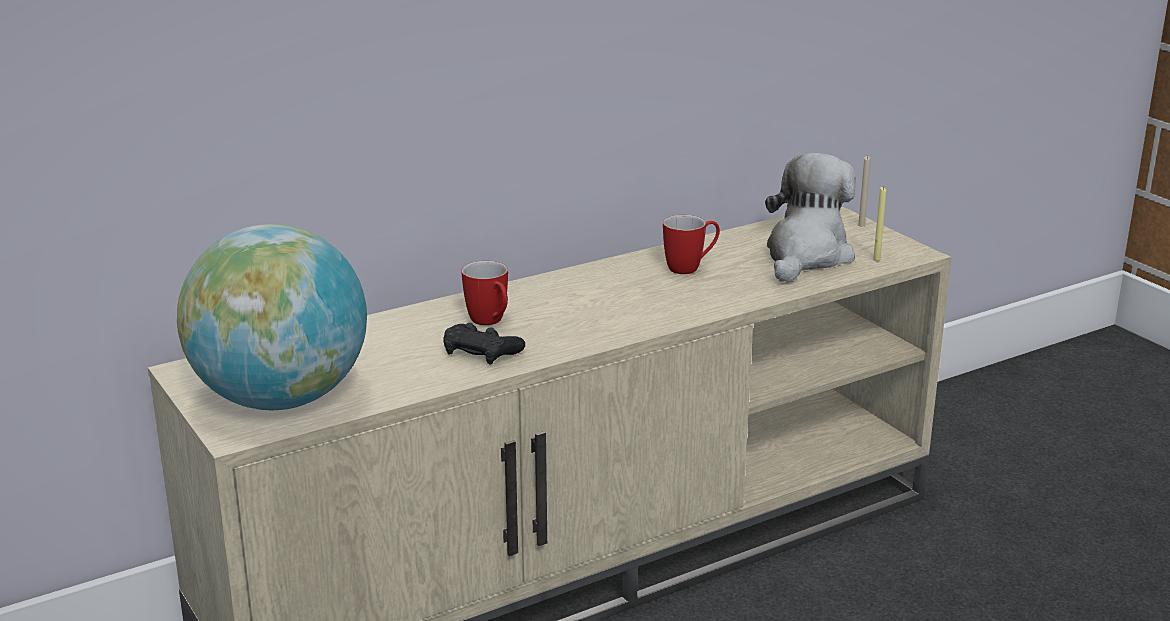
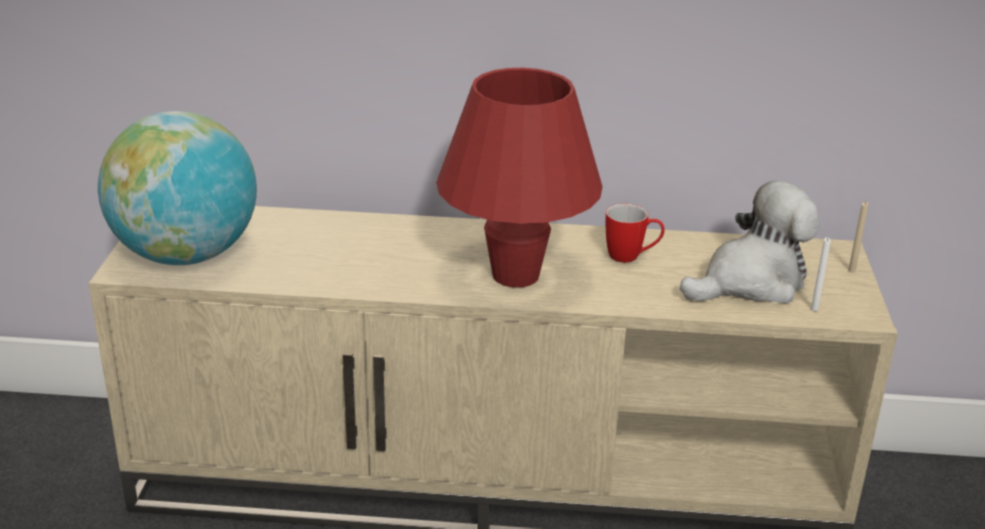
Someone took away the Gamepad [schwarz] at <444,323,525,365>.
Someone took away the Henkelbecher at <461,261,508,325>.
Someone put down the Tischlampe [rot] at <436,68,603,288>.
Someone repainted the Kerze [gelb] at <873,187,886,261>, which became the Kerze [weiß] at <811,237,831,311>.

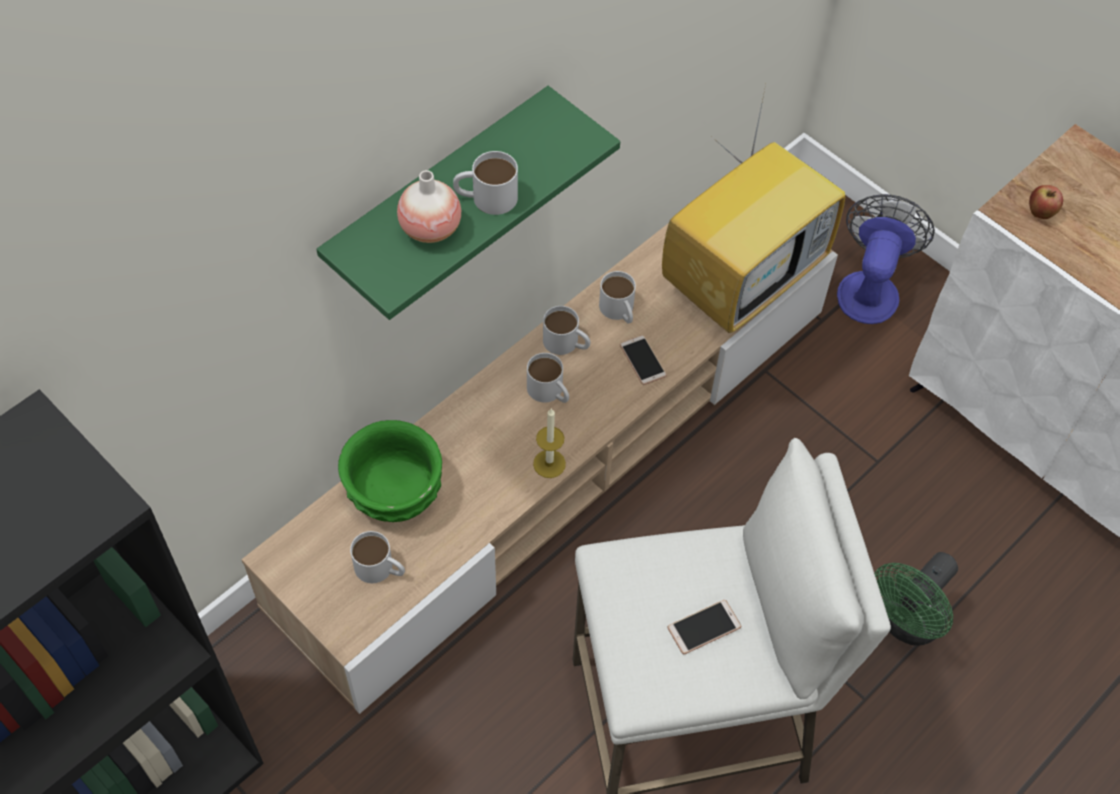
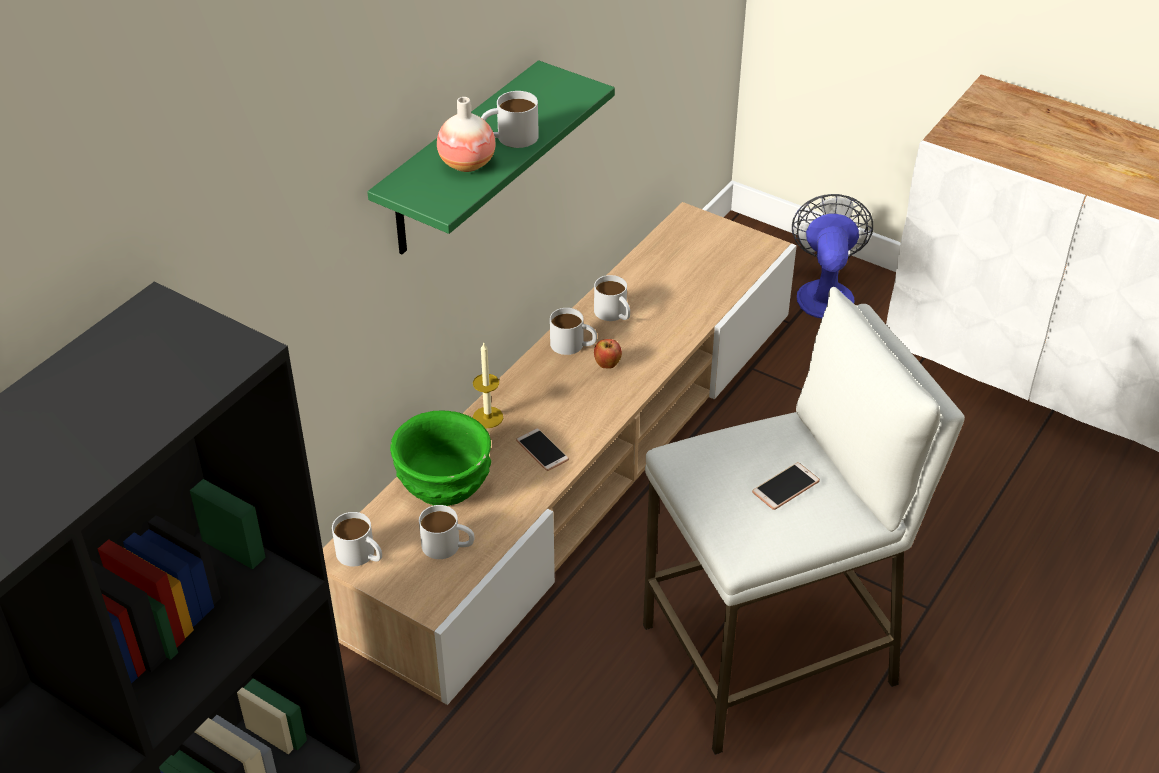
Someone took away the Fernseher at <662,85,845,333>.
Someone took away the Ventilator [grün] at <874,552,958,646>.
Someone carried the Henkelbecher [weiß] from <527,353,569,403> to <332,512,382,567>.
Someone carried the Kerze from <533,408,566,478> to <473,343,503,428>.
Someone carried the Handy from <620,335,667,385> to <516,428,569,471>.
Someone carried the Apfel from <1029,185,1063,219> to <594,339,622,369>.

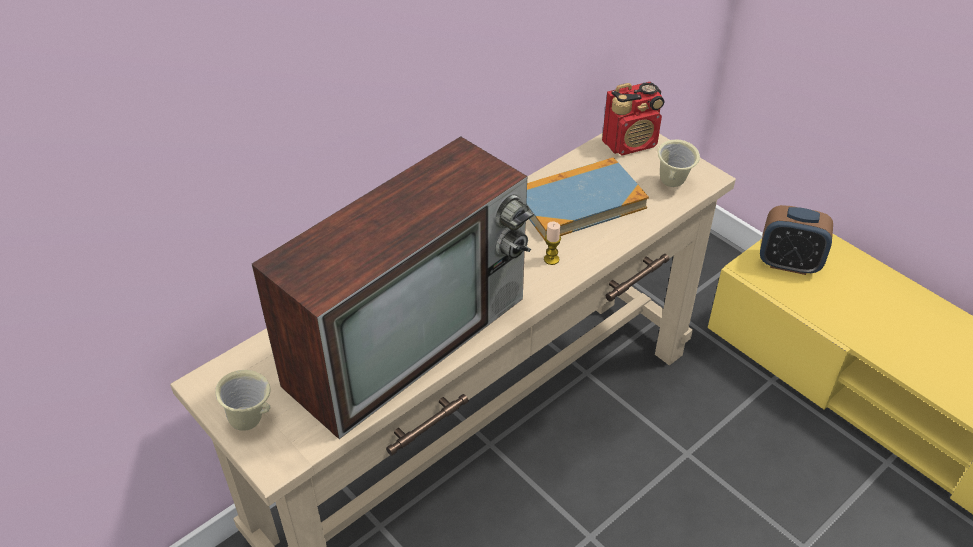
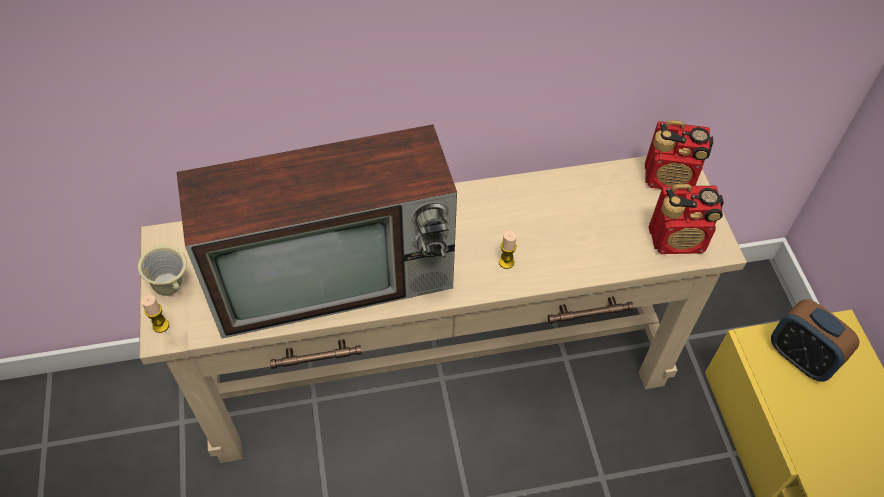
Someone took away the Buch at <526,157,649,241>.
Someone put down the Kerze at <141,295,169,333>.
Someone swapped the Henkelbecher [beige] at <658,139,700,187> for the Radio at <649,184,724,254>.

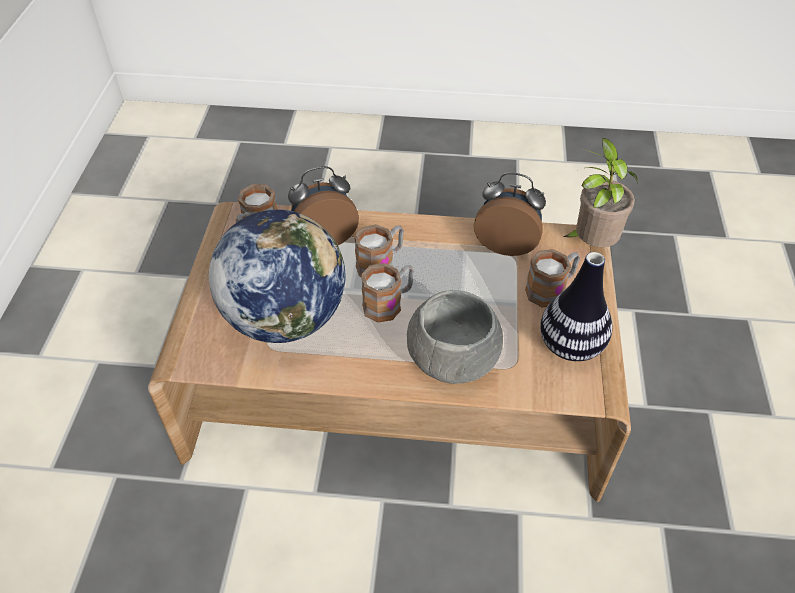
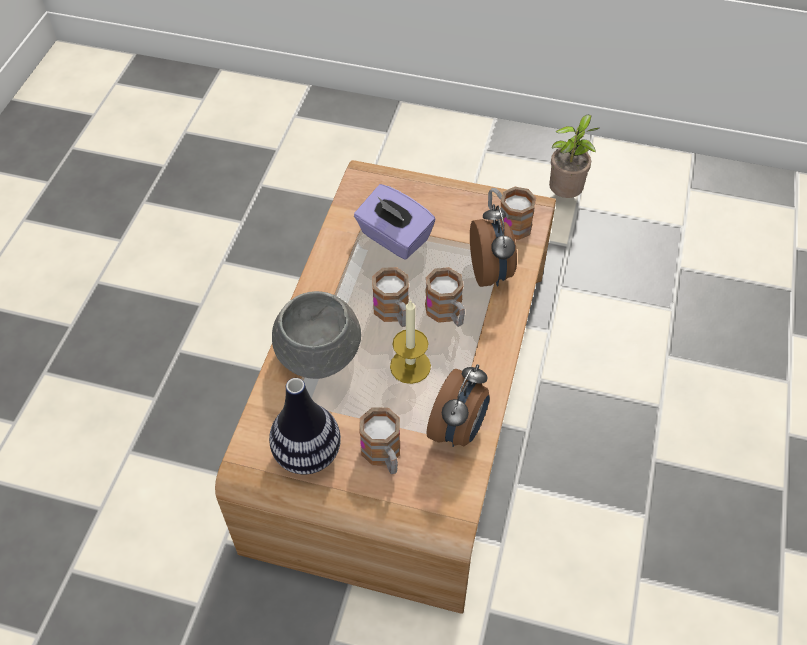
Someone put down the Kerze at <390,299,431,384>.
Someone carried the Topfpflanze from <563,137,638,247> to <549,115,599,198>.
Someone swapped the Globus at <209,210,346,343> for the Taschentuchbox [lila] at <354,184,435,260>.

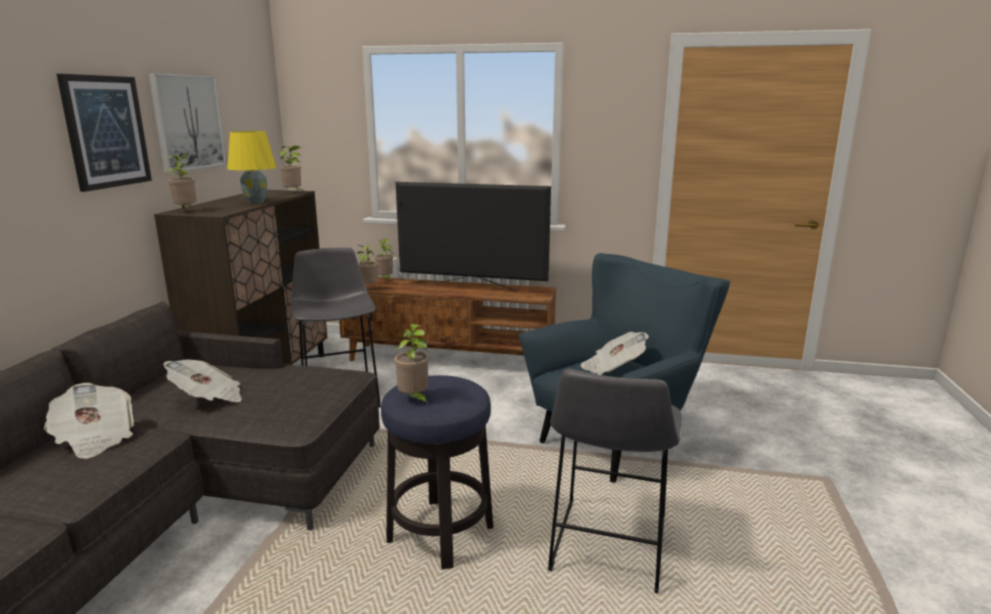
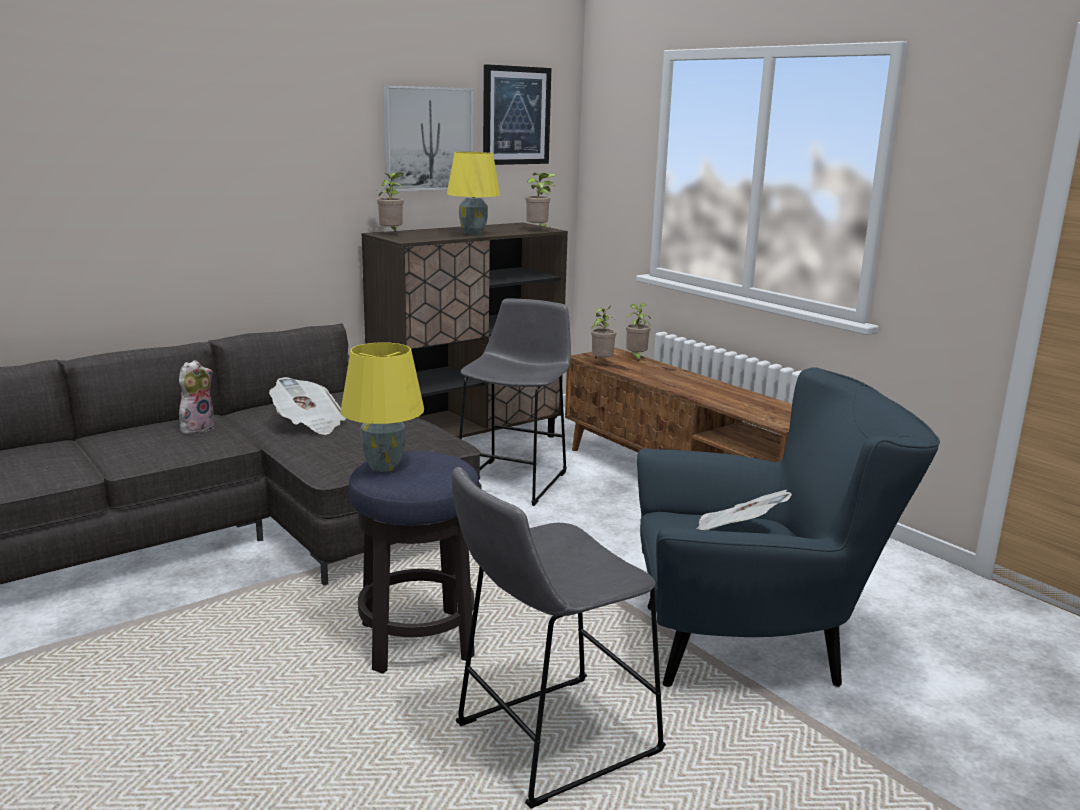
Someone took away the Fernseher at <396,182,551,291>.
Someone carried the Bild from <57,74,152,192> to <483,64,551,165>.
Someone swapped the Zeitung at <44,383,134,459> for the Plüschtier at <179,360,214,434>.
Someone swapped the Topfpflanze at <394,324,429,406> for the Tischlampe [gelb] at <340,342,424,472>.

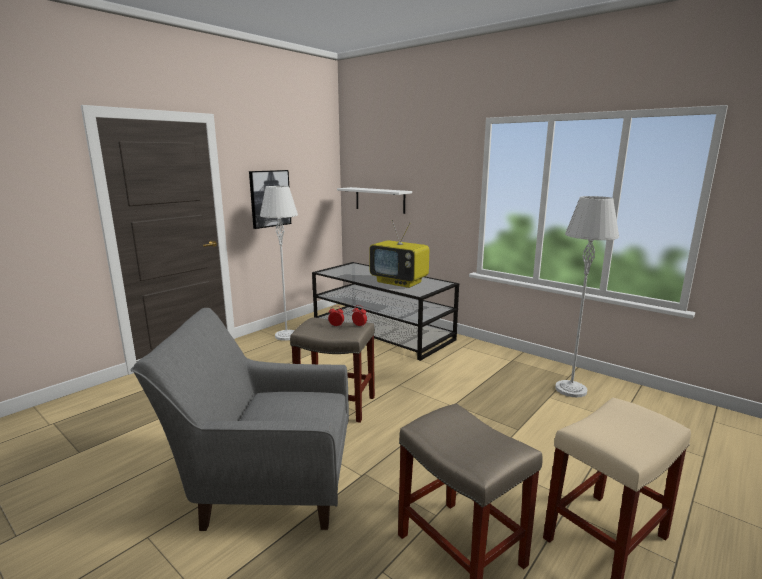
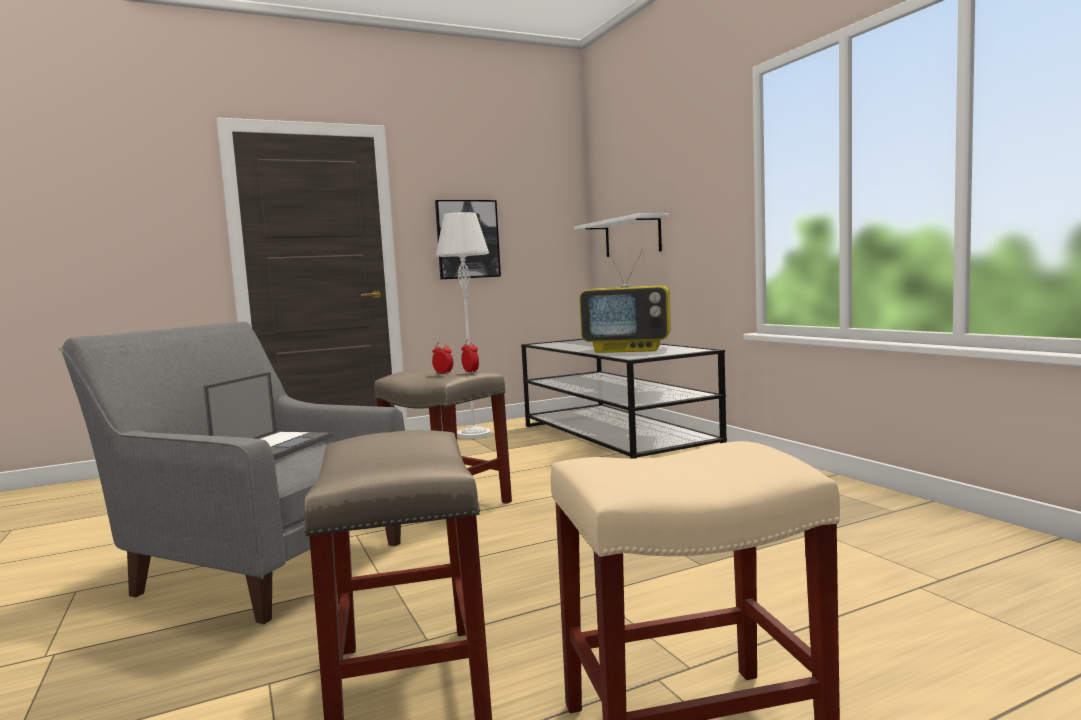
Someone took away the Stehlampe [grau] at <555,196,619,397>.
Someone put down the Laptop at <203,372,334,460>.
Someone rotated the Fernseher at <369,220,429,288> by 45 degrees counterclockwise.

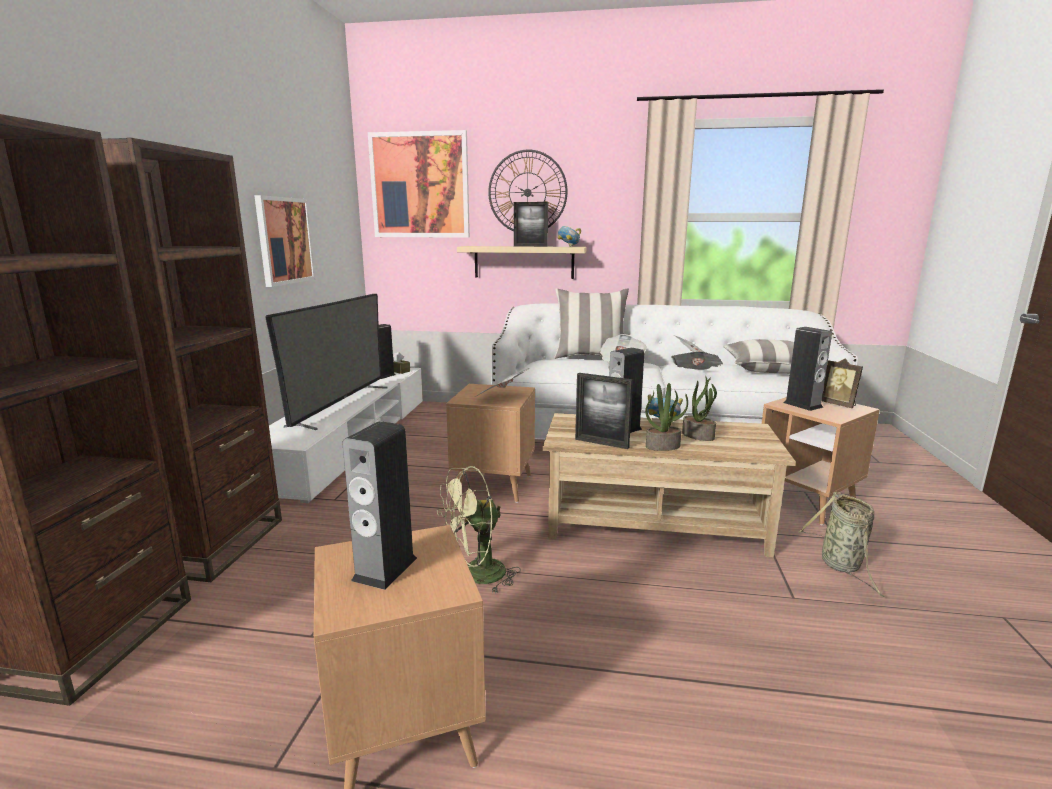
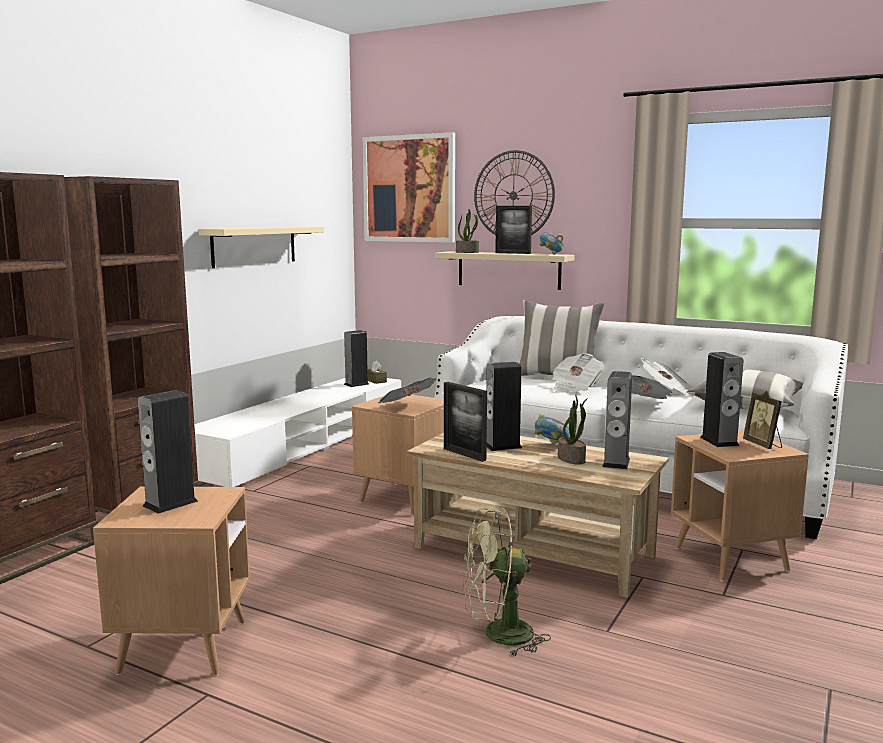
Someone took away the Fernseher at <265,294,388,430>.
Someone took away the Korb at <798,492,885,597>.
Someone put down the Lautsprecher at <602,371,633,469>.
Someone carried the Ventilator [grün] from <437,466,521,593> to <463,508,551,656>.
Someone carried the Topfpflanze from <645,383,688,451> to <456,209,479,253>.
Someone swapped the Bild at <254,195,315,287> for the Wandregal [beige] at <199,226,324,268>.

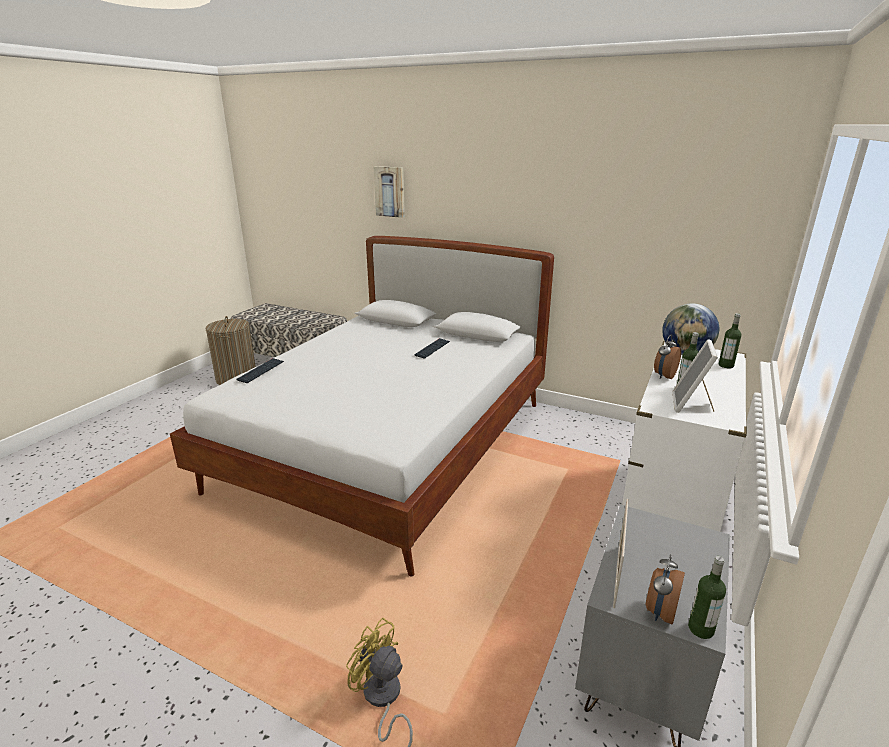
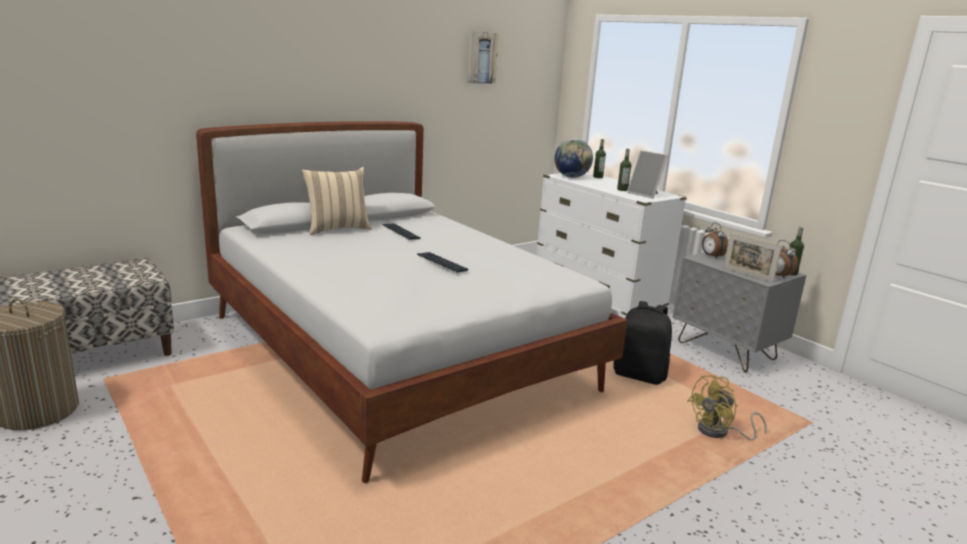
Someone put down the Kissen [beige] at <302,167,372,235>.
Someone put down the Rucksack [schwarz] at <613,301,672,385>.
Someone carried the Tastatur from <236,358,284,383> to <417,252,469,273>.
Someone carried the Bild from <374,166,405,218> to <467,31,499,84>.
Someone carried the Wecker from <654,335,681,379> to <702,222,728,259>.

